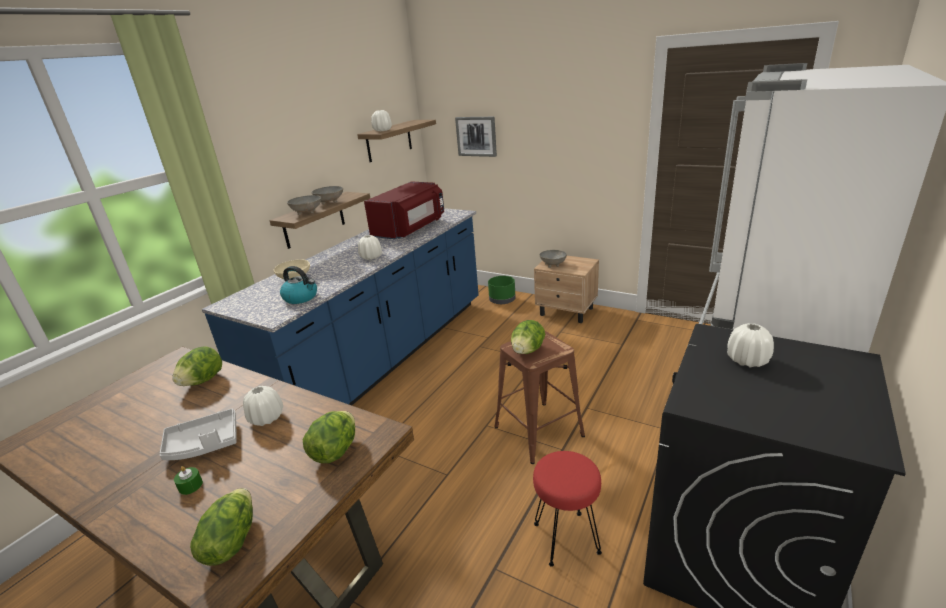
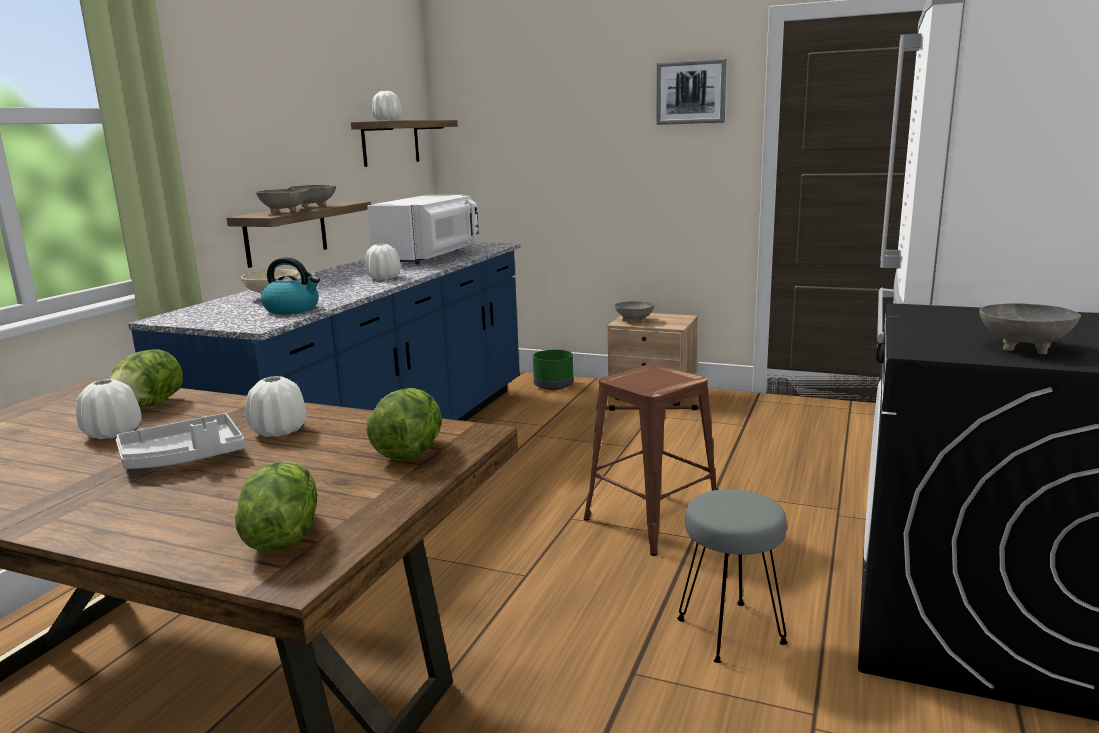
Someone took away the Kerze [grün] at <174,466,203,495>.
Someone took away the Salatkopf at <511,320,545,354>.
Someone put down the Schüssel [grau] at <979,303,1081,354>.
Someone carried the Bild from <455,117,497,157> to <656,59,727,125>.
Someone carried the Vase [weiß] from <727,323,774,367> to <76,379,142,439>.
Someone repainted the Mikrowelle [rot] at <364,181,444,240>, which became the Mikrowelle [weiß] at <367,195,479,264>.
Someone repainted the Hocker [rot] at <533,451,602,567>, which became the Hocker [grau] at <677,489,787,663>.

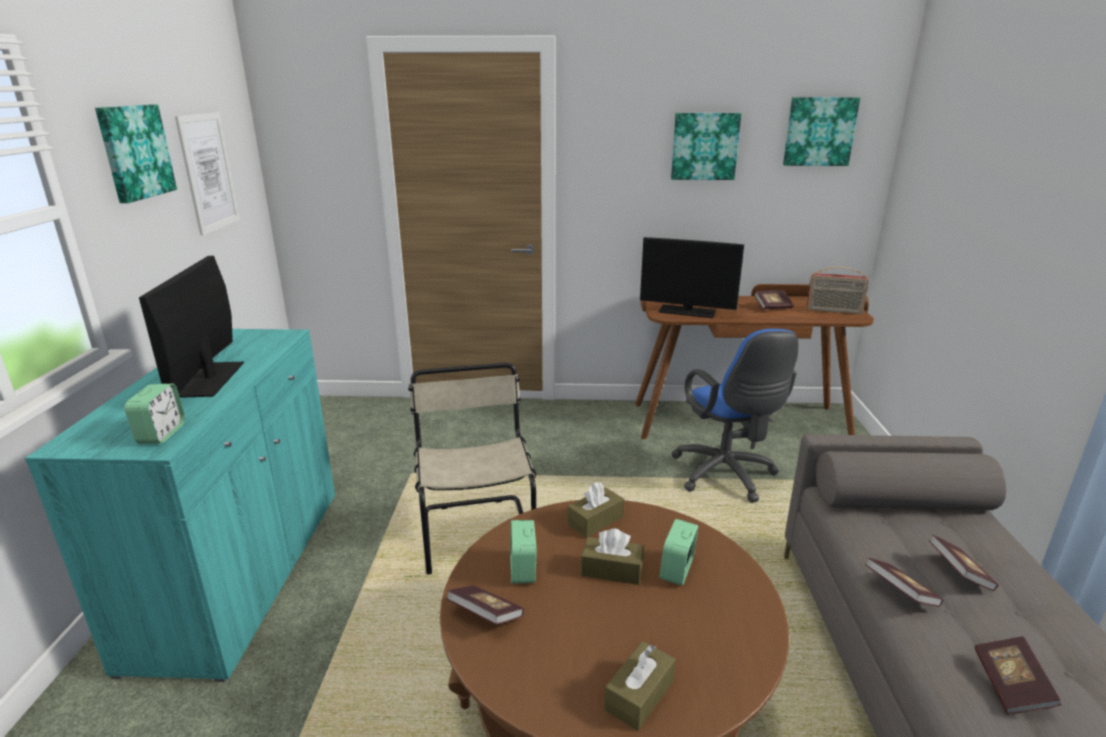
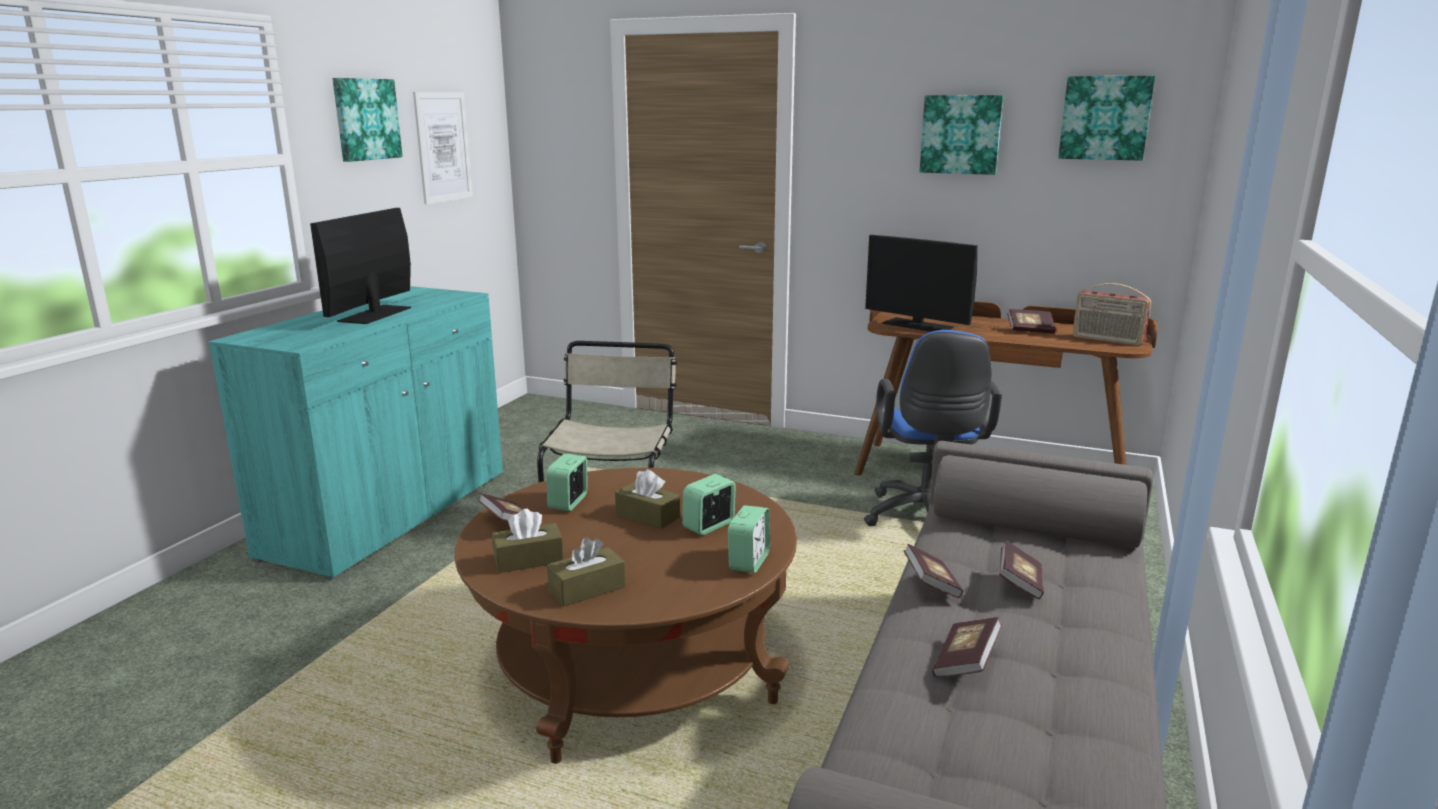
Someone carried the Wecker from <125,384,185,444> to <728,505,770,573>.
Someone carried the Taschentuchbox [braun] from <568,482,624,538> to <492,509,564,573>.

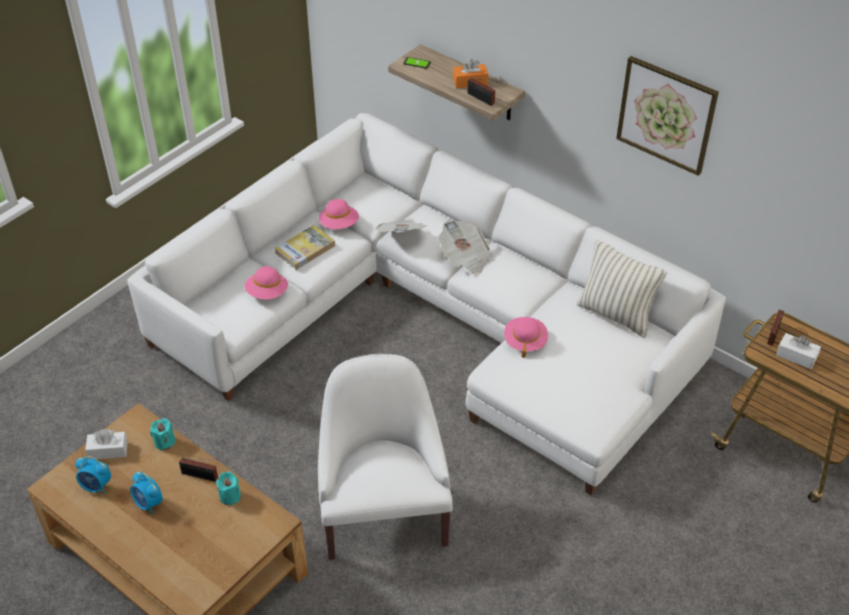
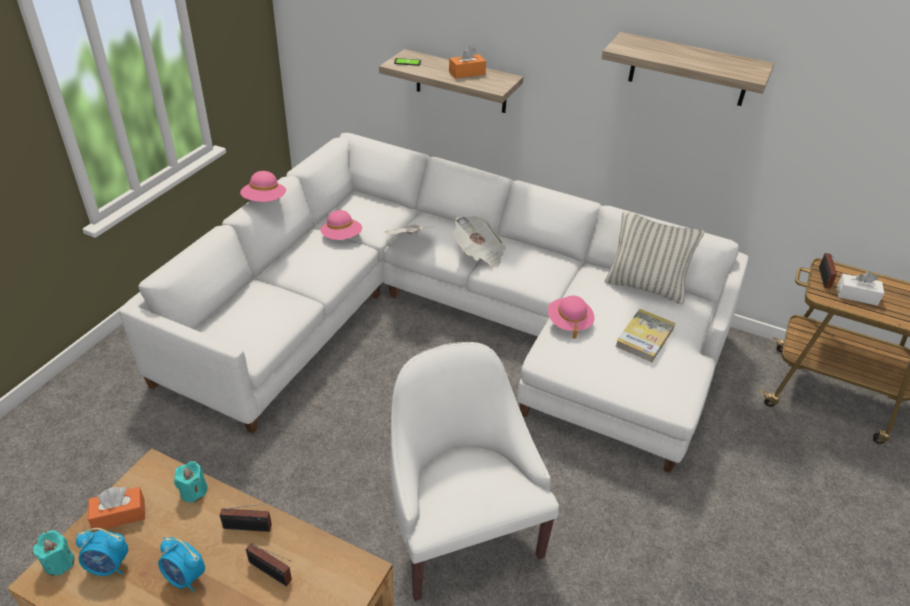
Someone carried the Kerze [türkis] from <216,472,241,505> to <33,530,74,576>.
Someone carried the Hut [rosa] from <244,266,288,299> to <240,171,286,202>.
Someone carried the Buch from <274,225,335,270> to <615,309,675,362>.
Someone carried the Radio from <468,78,496,106> to <246,543,292,586>.
Someone swapped the Bild at <616,56,719,176> for the Wandregal at <602,32,775,106>.
Someone repainted the Taschentuchbox [weiß] at <85,429,128,459>, which became the Taschentuchbox [orange] at <88,486,145,532>.

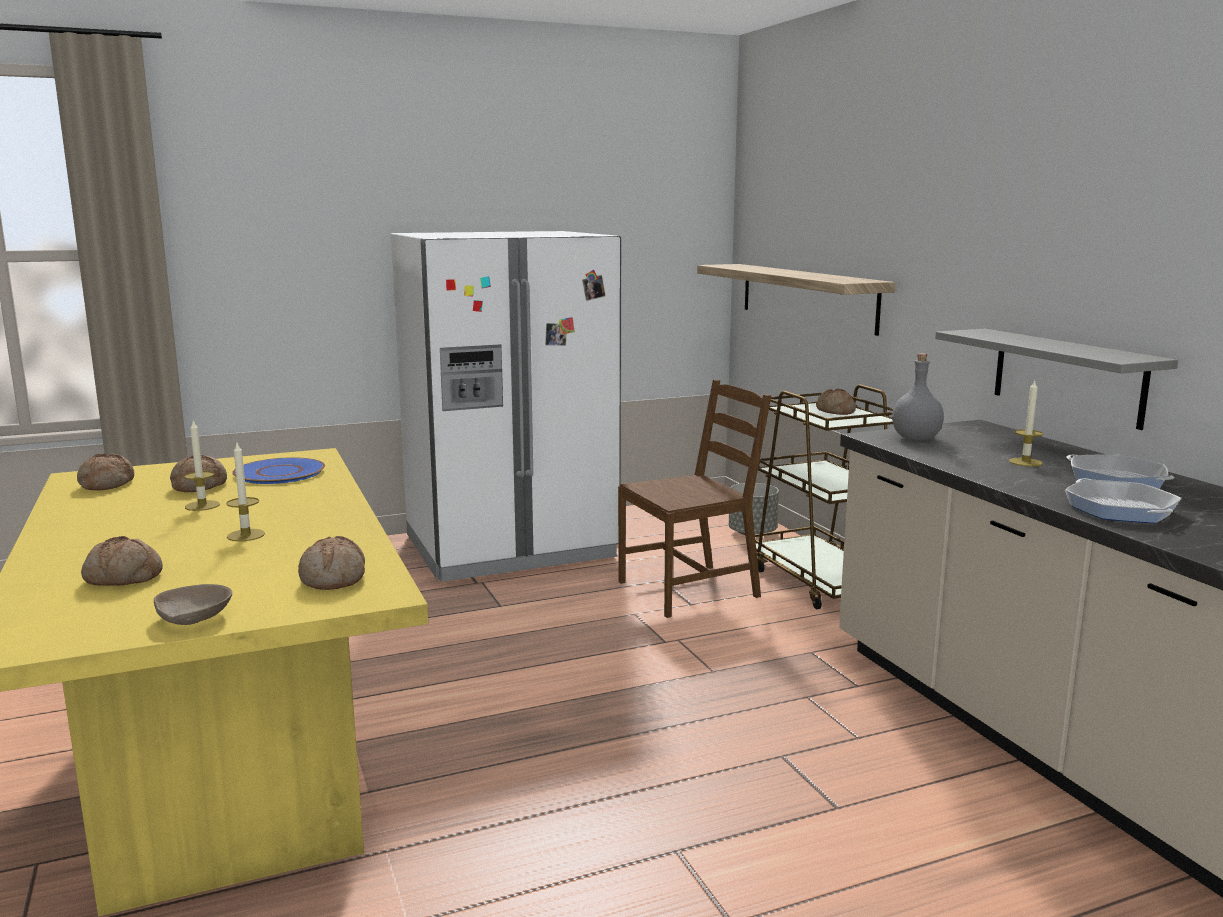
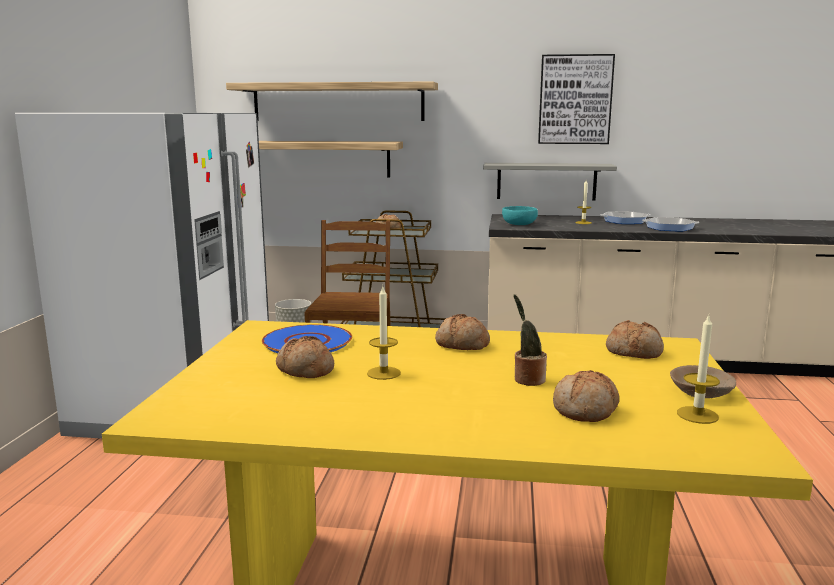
Someone put up the Wandregal at <226,82,438,121>.
Someone put down the Topfpflanze at <513,294,547,386>.
Someone put up the Bild at <538,54,615,144>.
Someone carried the Brot from <77,454,134,491> to <435,314,490,350>.
Someone carried the Kerze from <226,443,265,542> to <677,315,720,424>.
Someone swapped the Flasche [grau] at <892,353,944,441> for the Schüssel [türkis] at <502,206,538,225>.

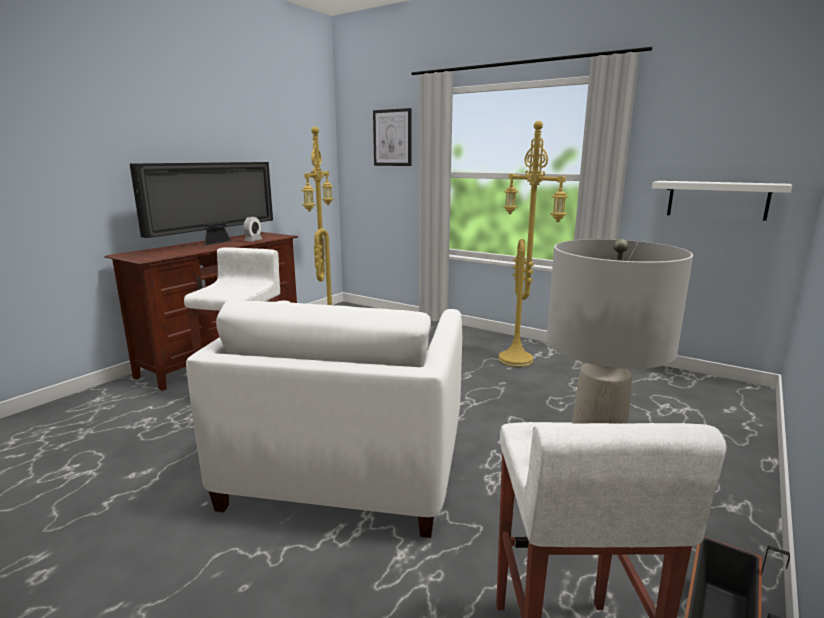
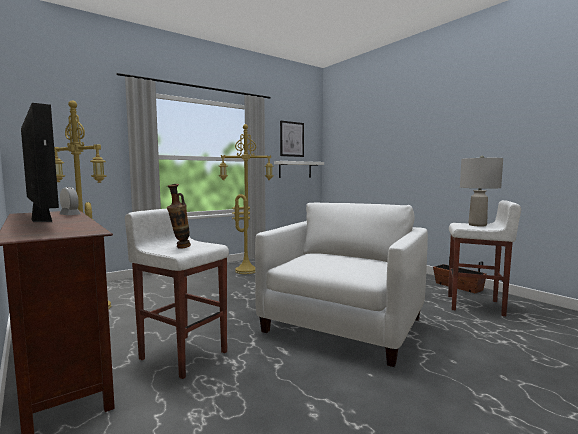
Someone put down the Vase at <167,184,191,249>.
Someone carried the Bild from <373,108,411,166> to <280,121,304,157>.
Someone rotated the Sessel [weiß] at <186,299,462,538> by 90 degrees counterclockwise.

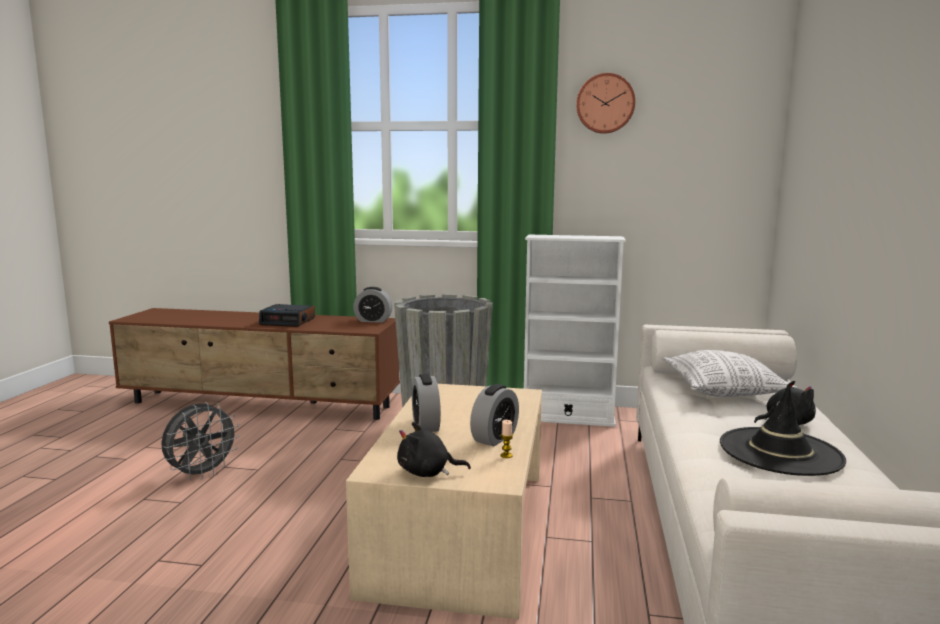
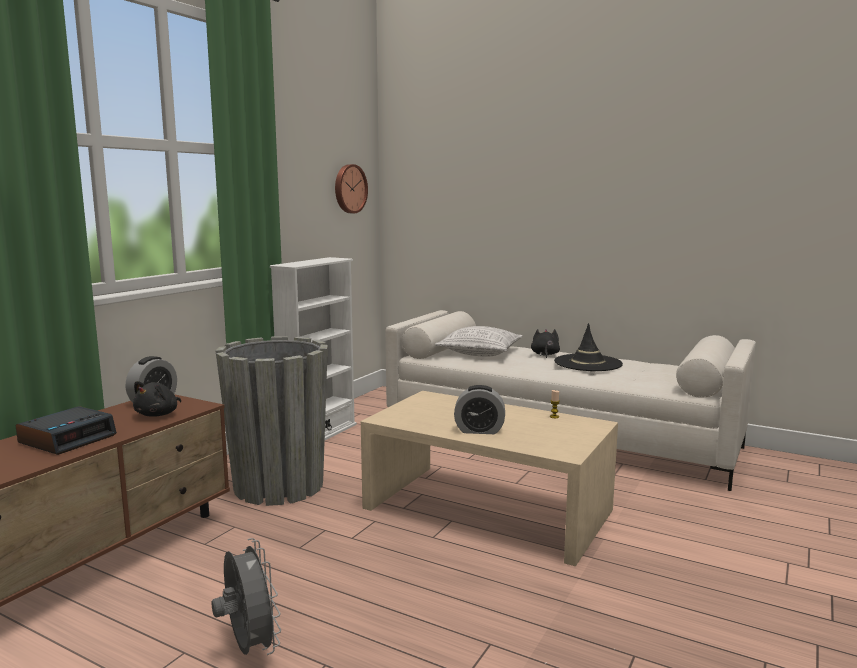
Someone took away the Wecker at <470,384,519,447>.
Someone carried the Plüschtier [schwarz] from <397,422,471,477> to <133,381,181,416>.
Someone carried the Wanduhr from <576,73,635,134> to <335,164,368,213>.

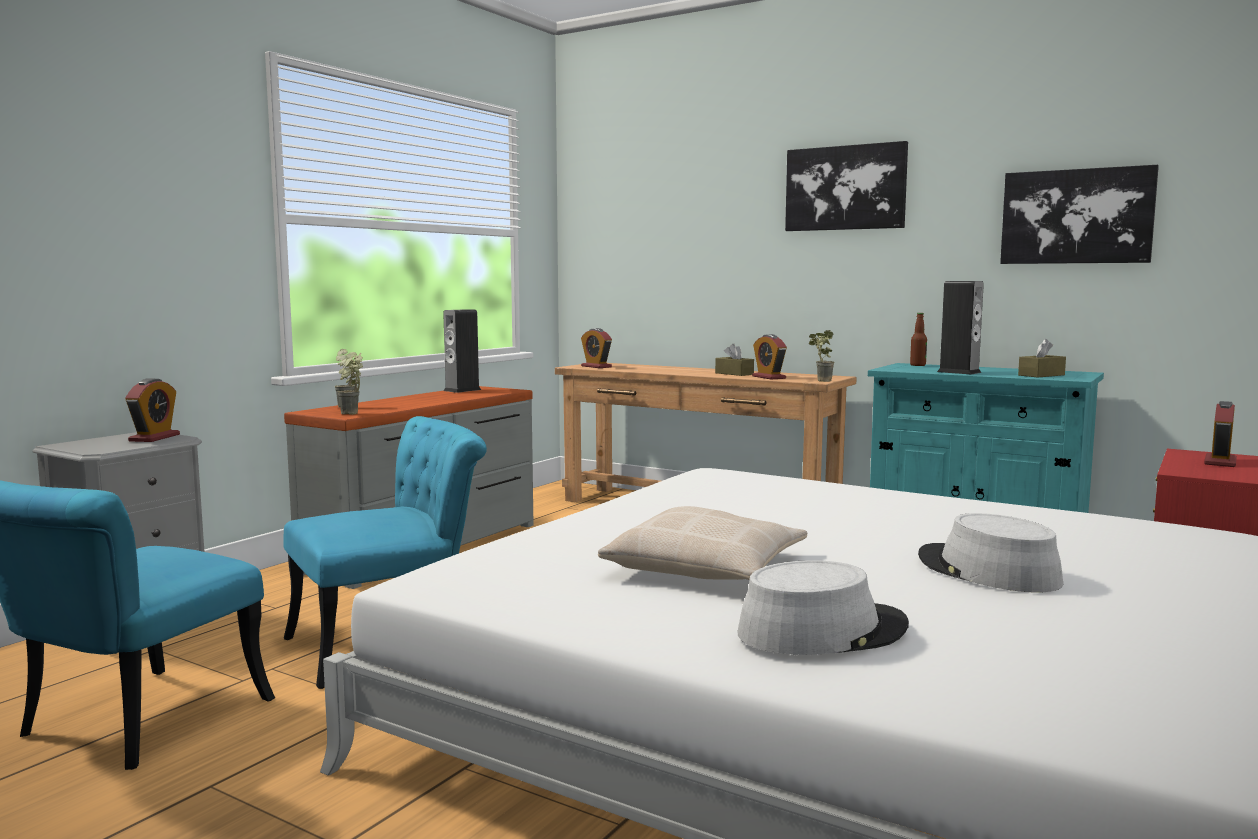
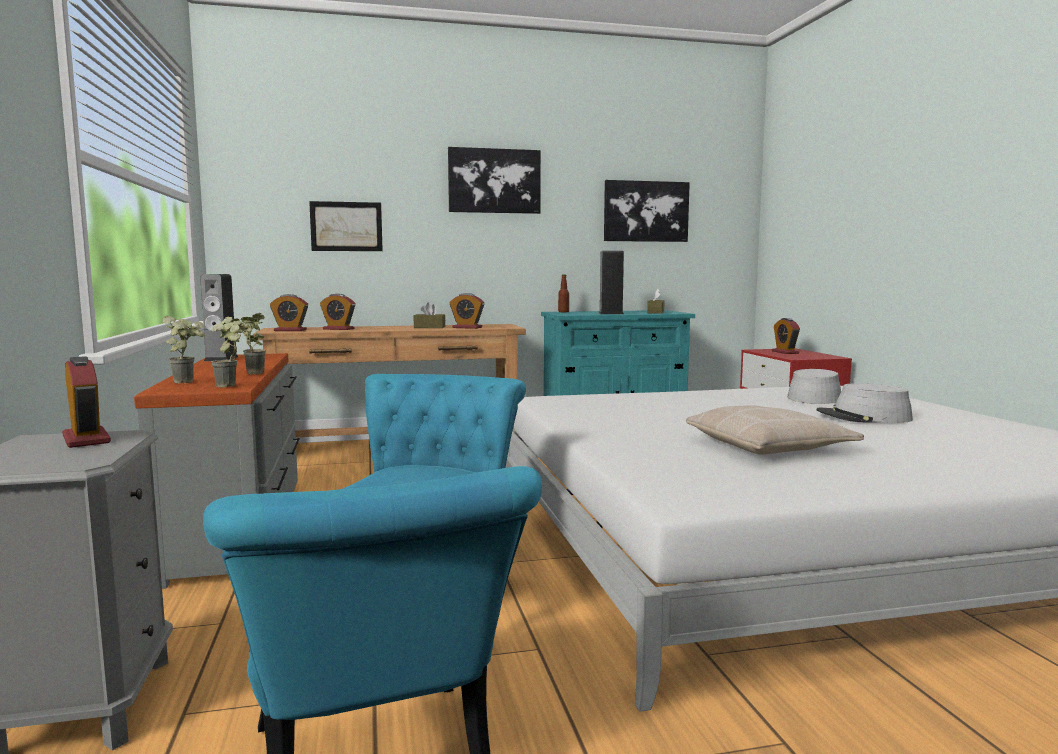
Someone put up the Bild at <309,201,383,251>.
Someone put down the Wecker at <320,294,355,330>.
Someone carried the Hut [grau] from <738,560,909,655> to <787,369,841,404>.
Someone carried the Topfpflanze from <809,330,834,382> to <231,313,266,374>.

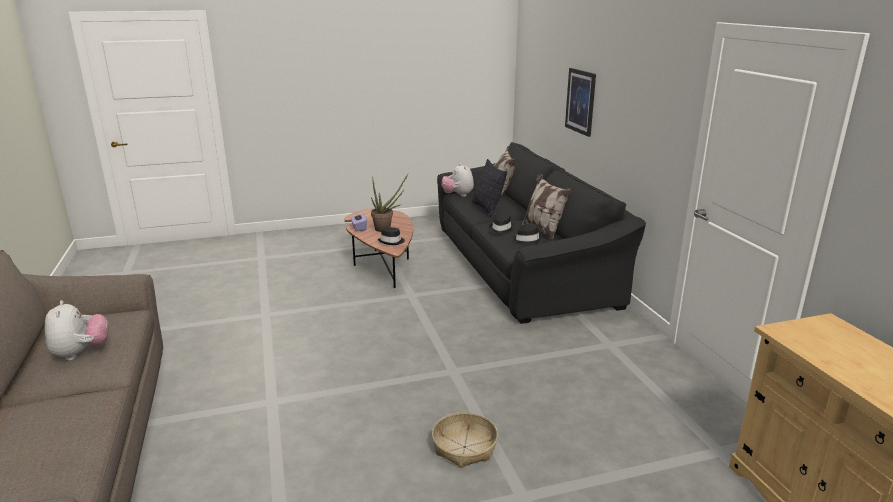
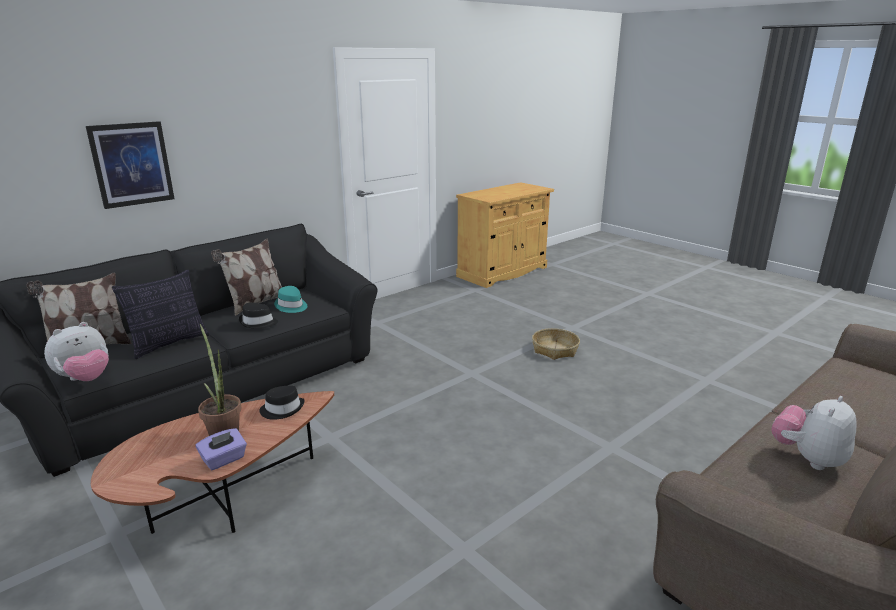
Someone repainted the Hut [schwarz] at <512,223,542,245>, which became the Hut [türkis] at <274,286,307,313>.

